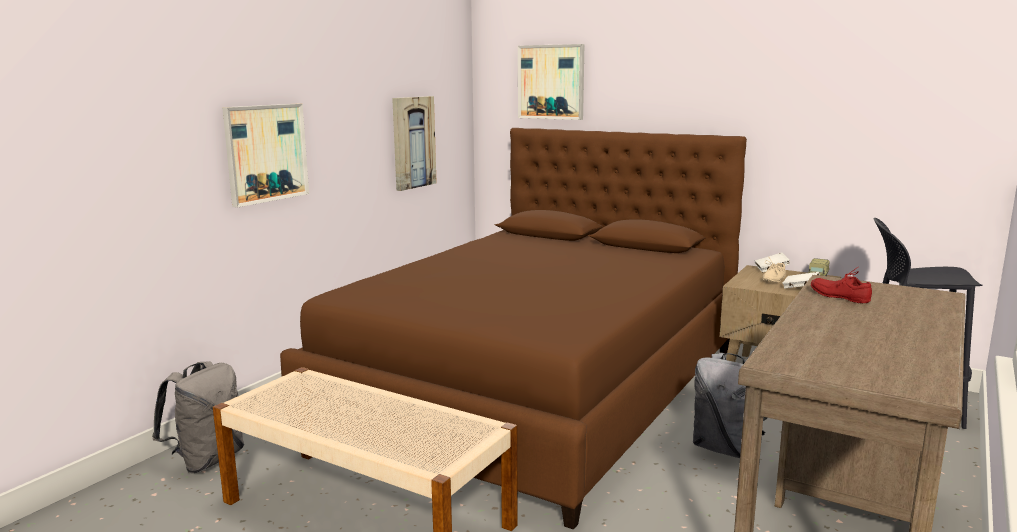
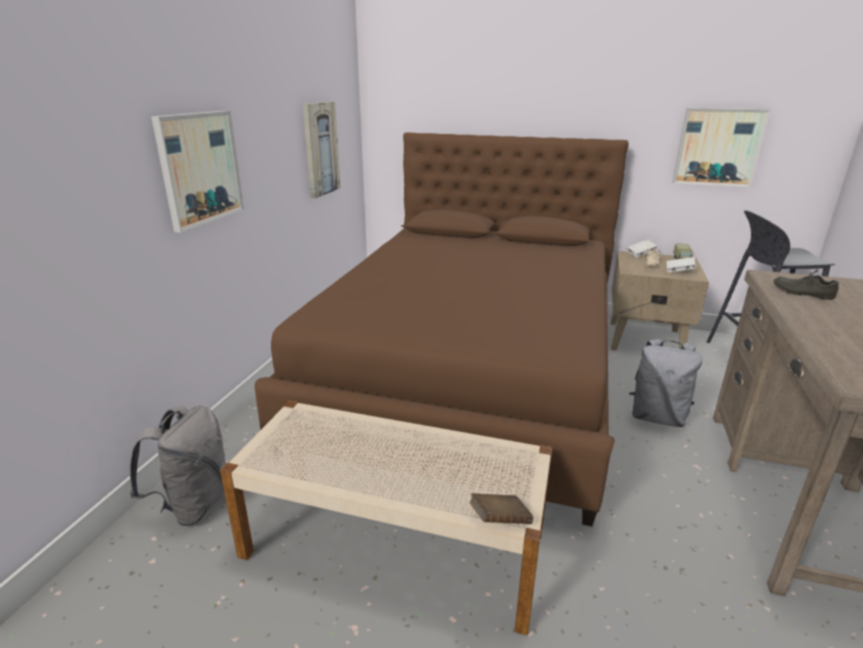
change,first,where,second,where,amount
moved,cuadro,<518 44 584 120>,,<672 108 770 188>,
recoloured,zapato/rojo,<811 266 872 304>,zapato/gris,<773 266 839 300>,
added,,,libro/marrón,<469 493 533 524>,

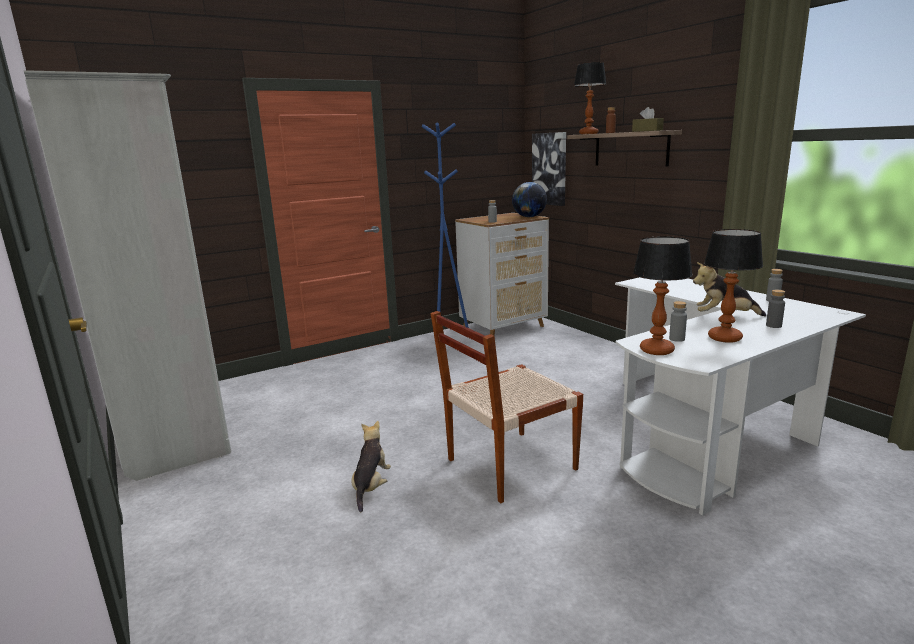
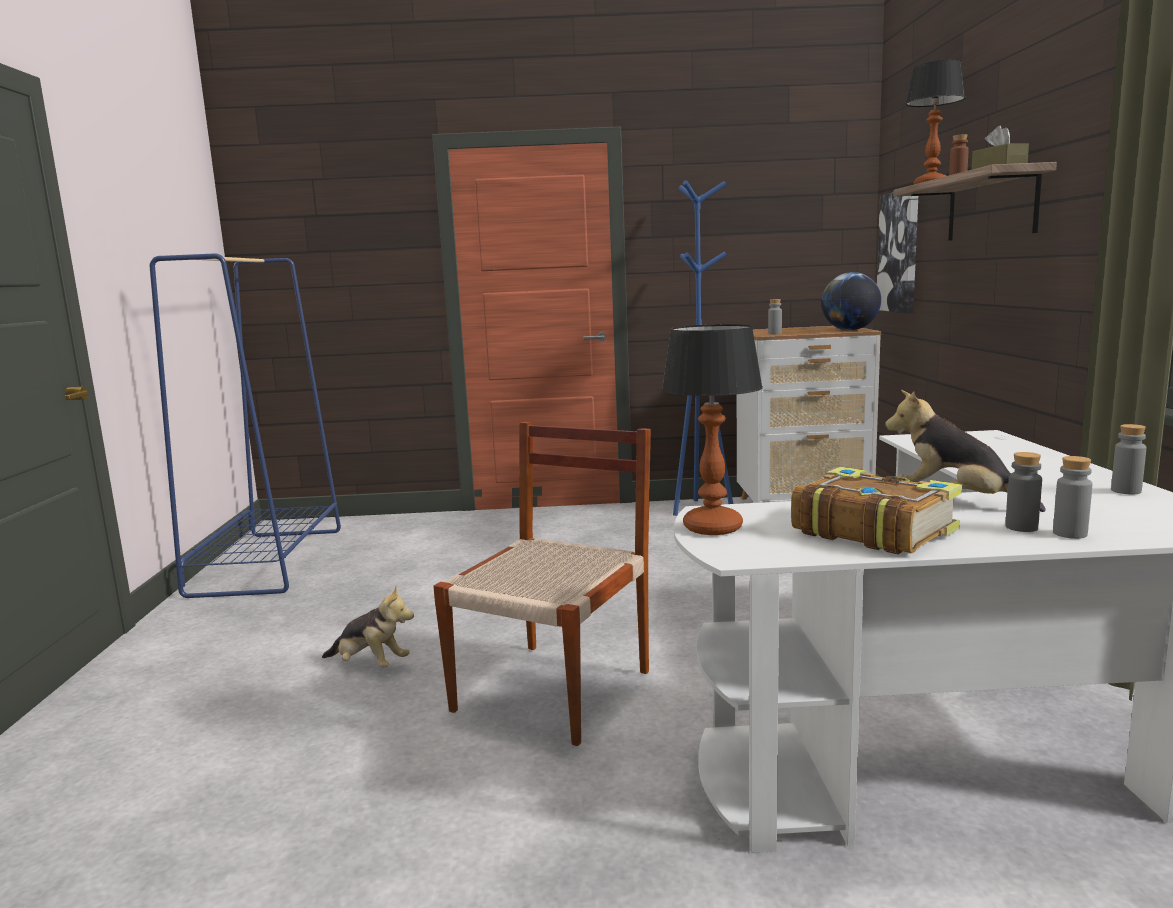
change,first,where,second,where,amount
replaced,armario ropero/blanco,<23 70 231 481>,perchero/azul,<149 253 341 598>,
turned,peluche,<351 421 391 513>,,<322 586 414 668>,75 degrees clockwise
turned,silla,<431 311 583 503>,,<433 422 651 746>,120 degrees clockwise
moved,botella/gris,<669 301 687 342>,,<1053 456 1092 539>,
replaced,lámpara de mesa,<704 229 763 343>,libro,<791 467 962 554>,

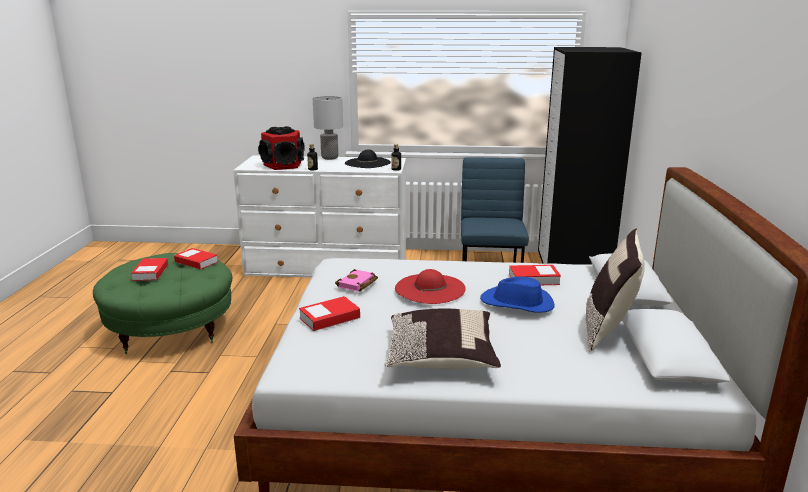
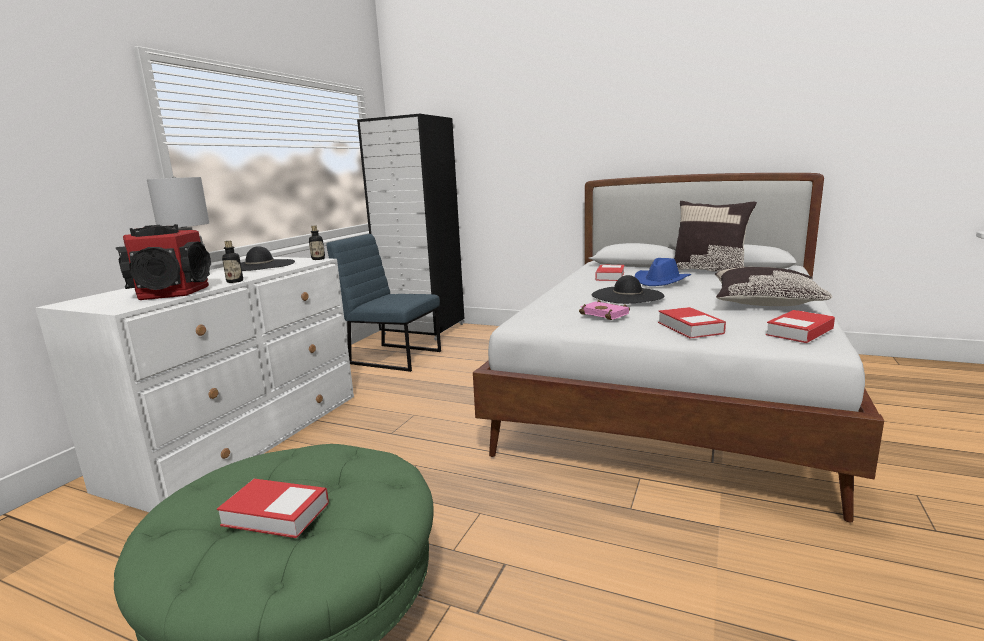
change,first,where,second,where,amount
moved,libro,<174 248 218 270>,,<766 310 835 343>,
recoloured,sombrero/rojo,<395 269 466 304>,sombrero/negro,<591 275 664 304>,

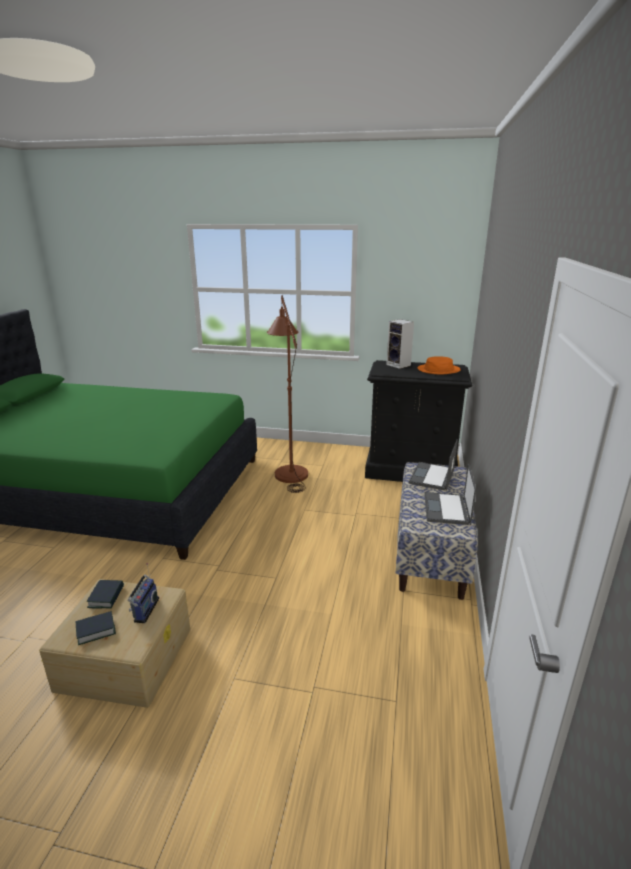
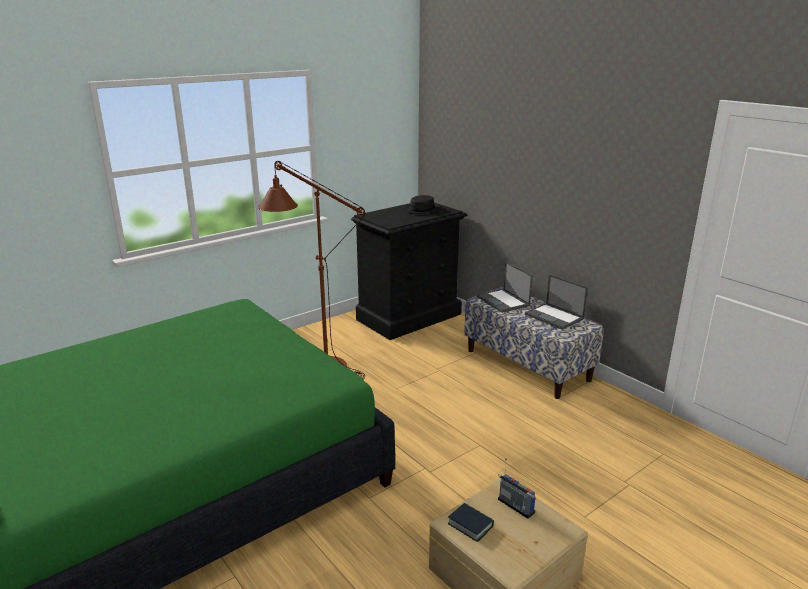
change,first,where,second,where,amount
removed,libro,<75 611 116 645>,,,
removed,altavoz,<386 319 414 369>,,,
recoloured,sombrero/naranja,<417 356 461 374>,sombrero/negro,<403 195 441 214>,

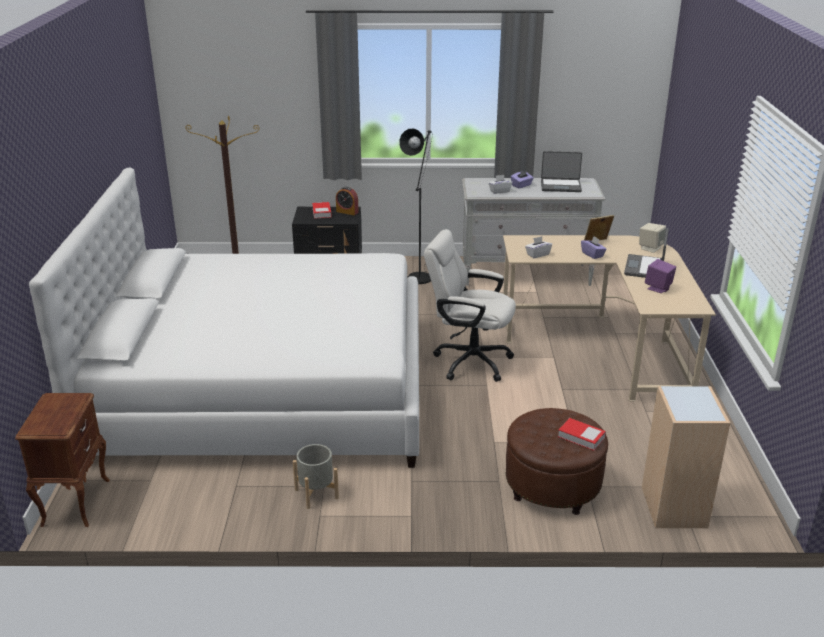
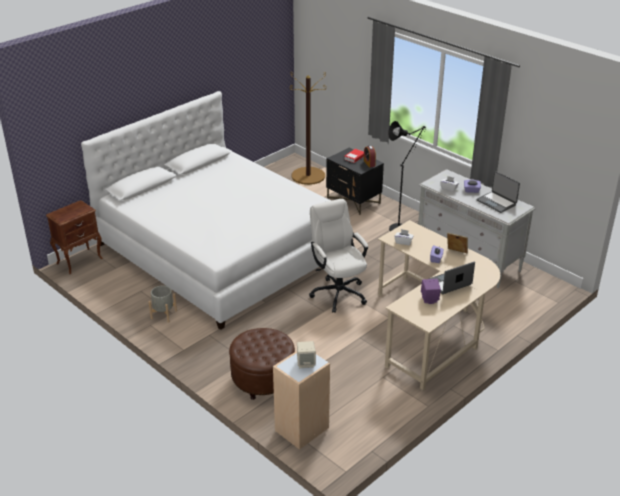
change,first,where,second,where,amount
removed,libro,<558 418 606 451>,,,
moved,altavoz/beis,<639 223 666 253>,,<297 341 316 368>,

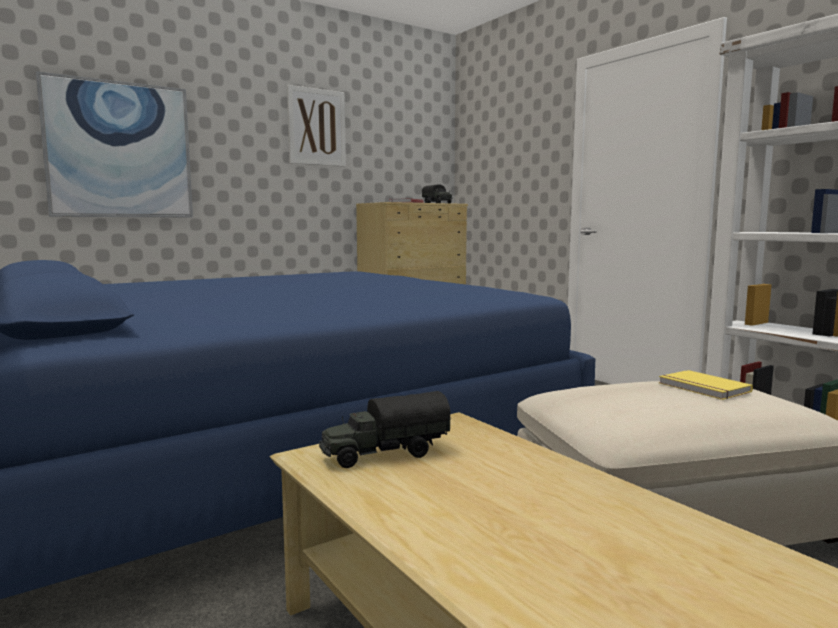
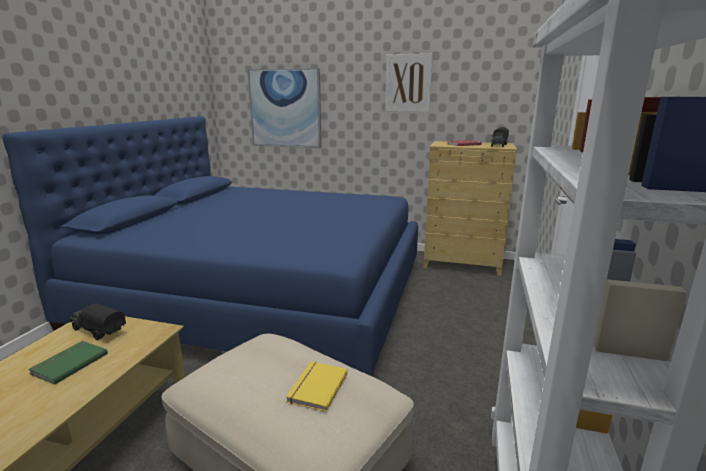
change,first,where,second,where,amount
added,,,libro/verde,<28 341 108 385>,

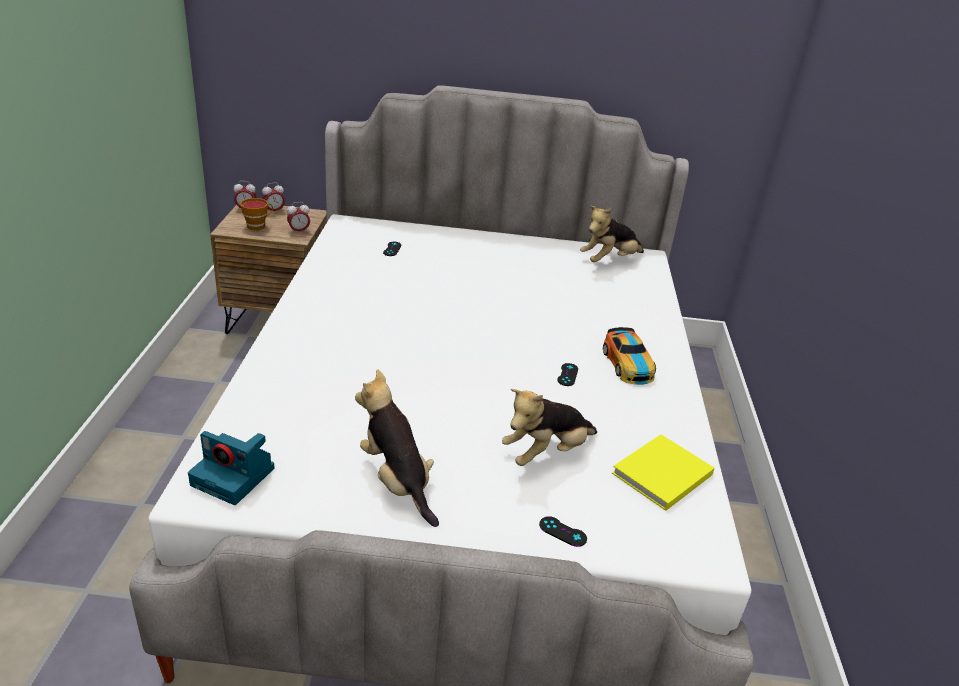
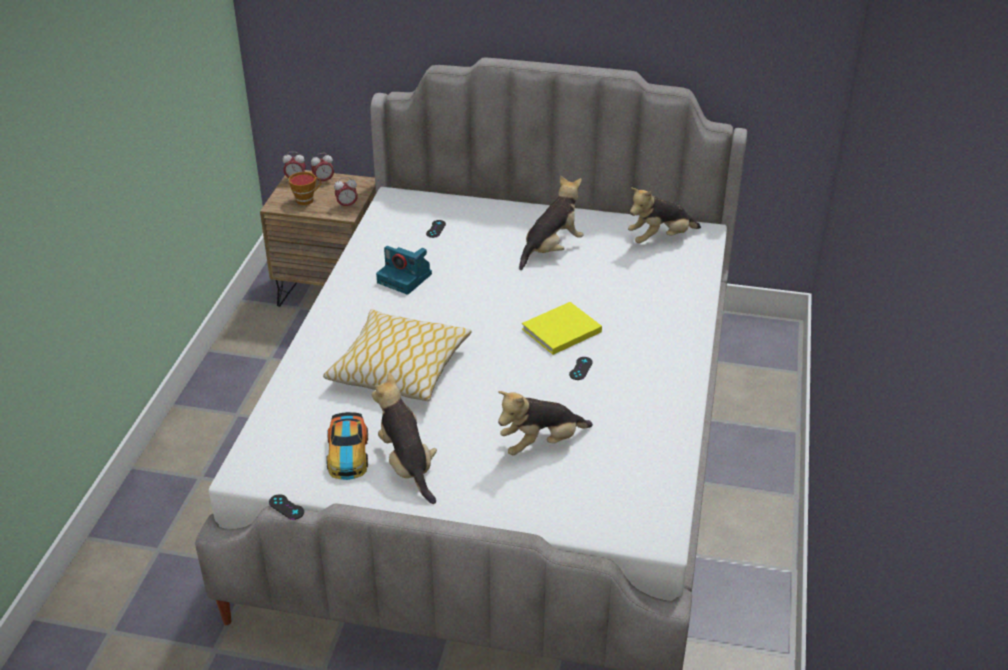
change,first,where,second,where,amount
moved,cámara,<188 431 275 505>,,<376 246 432 295>,
moved,mando de consola/negro,<539 516 587 547>,,<269 494 304 520>,
moved,coche de juguete,<603 327 656 385>,,<326 412 368 480>,
moved,libro/amarillo,<612 435 715 511>,,<522 302 602 355>,
added,,,cojín,<323 309 472 401>,
added,,,peluche,<519 175 584 270>,

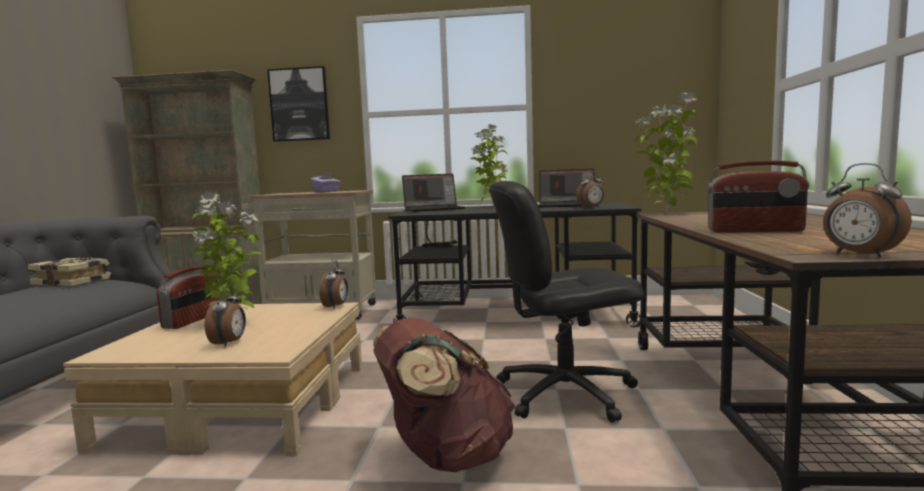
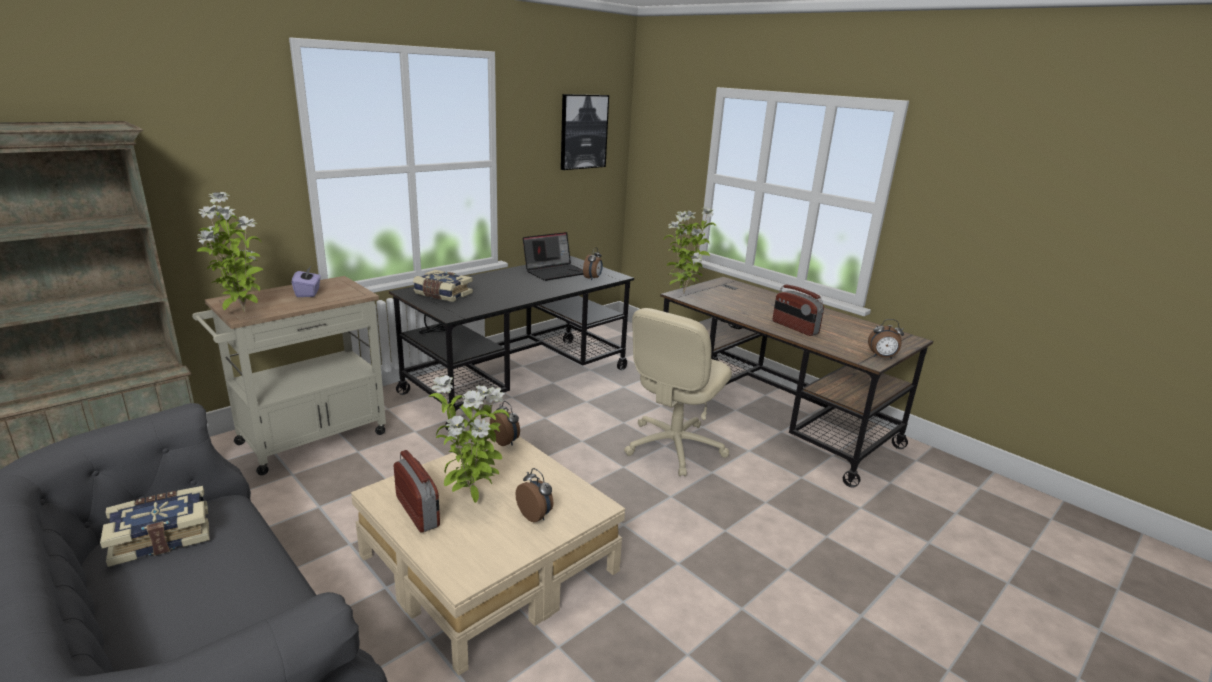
change,first,where,second,where,amount
moved,cuadro,<267 66 330 142>,,<561 94 609 170>,
removed,mochila/marrón,<373 318 516 472>,,,
replaced,portátil,<402 174 465 212>,libro,<413 270 473 302>,
moved,planta en maceta,<470 124 509 206>,,<197 192 263 312>,
recoloured,silla de oficina/negro,<489 181 644 423>,silla de oficina/beis,<624 308 732 476>,
turned,radio,<707 160 809 233>,,<773 284 824 336>,90 degrees clockwise

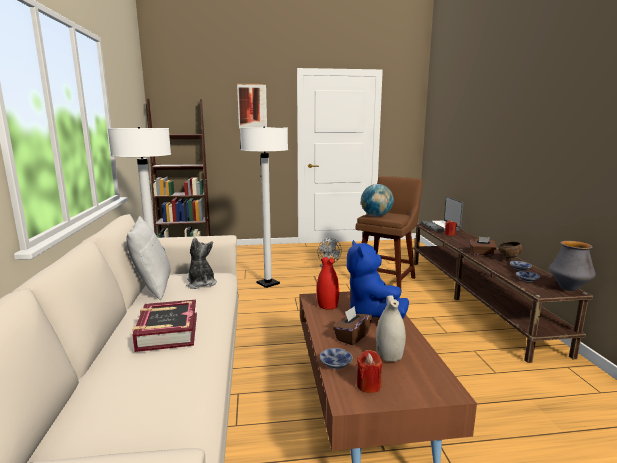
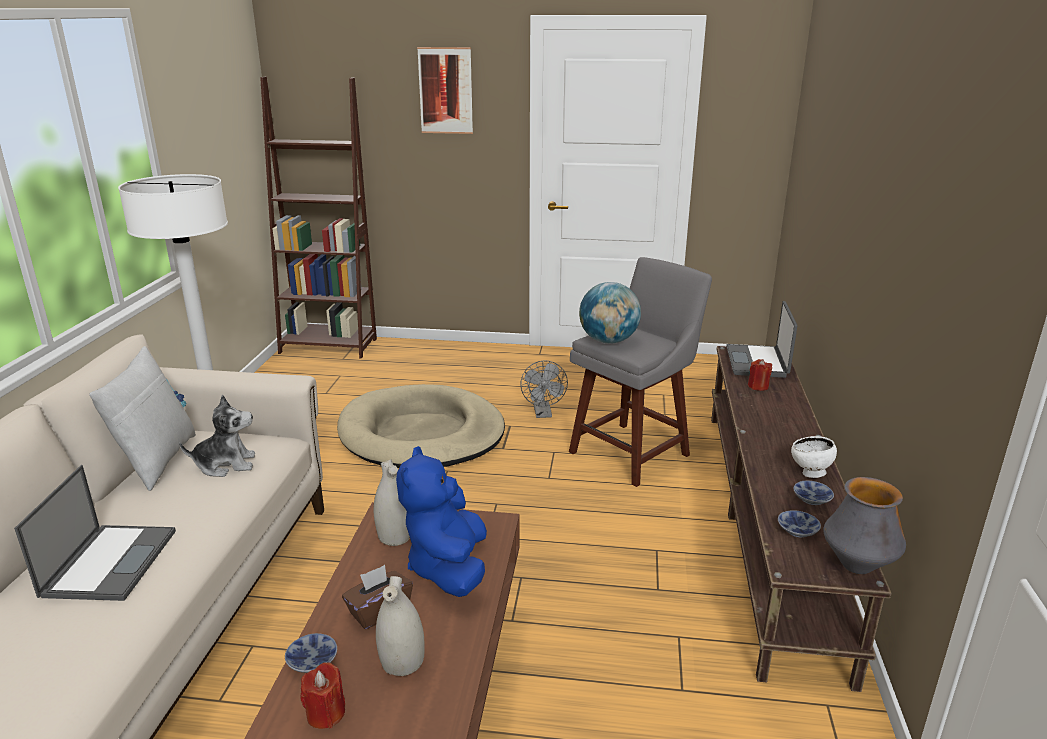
change,first,where,second,where,amount
replaced,libro,<133 300 197 352>,portátil,<14 465 176 601>,
turned,peluche,<186 237 217 289>,,<179 395 255 477>,90 degrees clockwise
replaced,lámpara de pie/blanco,<240 127 288 288>,cama para perro/beis,<337 384 505 468>,
recoloured,florero/rojo,<316 256 339 310>,florero/blanco,<373 459 410 546>,
recoloured,taburete/marrón,<356 176 423 289>,taburete/gris,<569 257 712 487>,
removed,caja de pañuelos/marrón,<470 237 497 255>,,,
recoloured,cuenco/marrón,<498 241 522 261>,cuenco/blanco,<791 436 837 478>,

